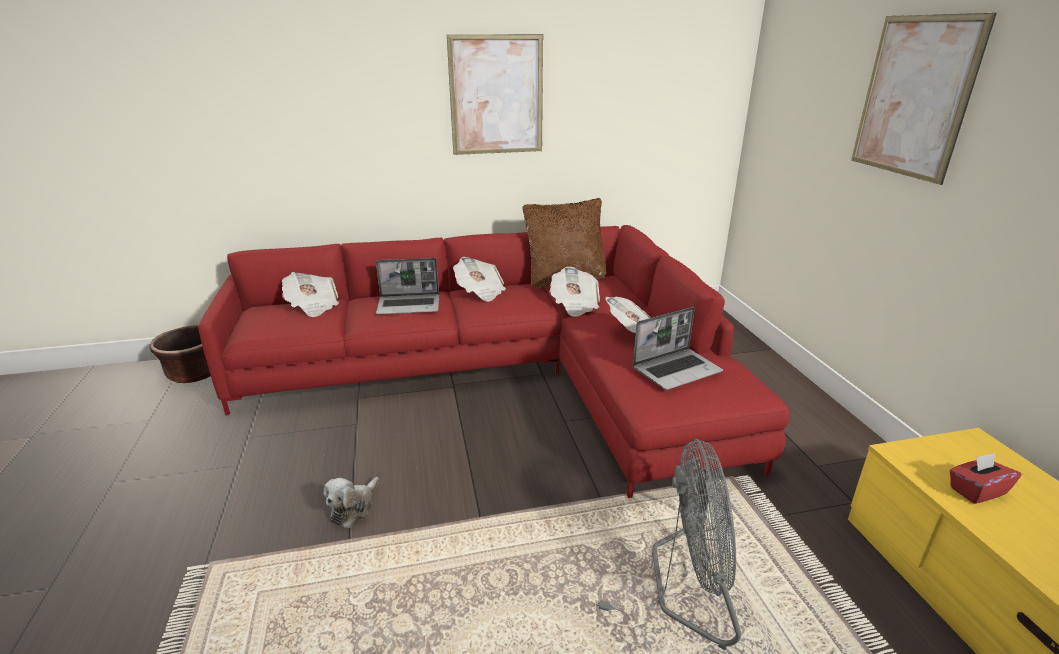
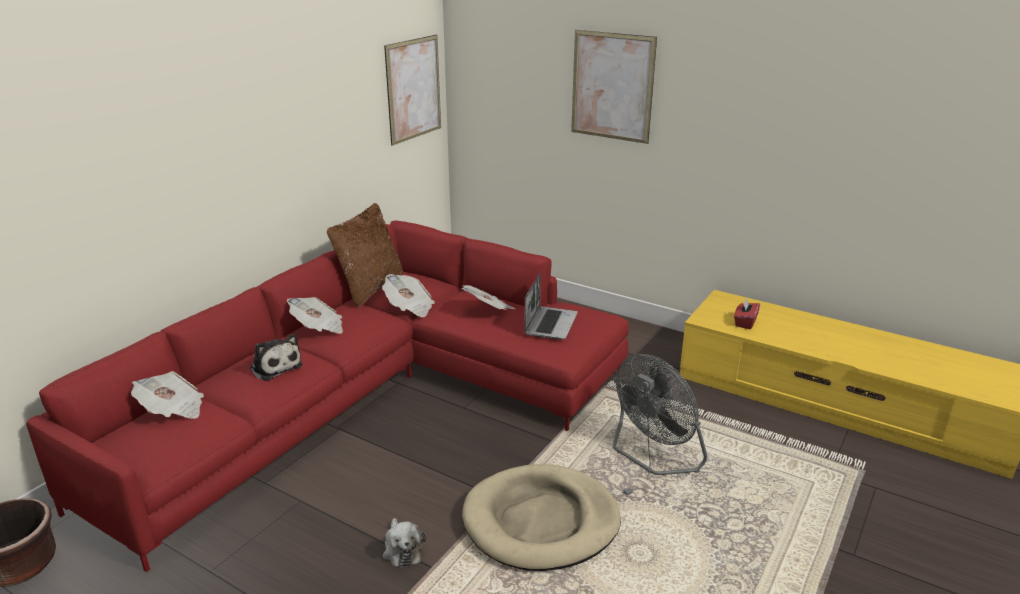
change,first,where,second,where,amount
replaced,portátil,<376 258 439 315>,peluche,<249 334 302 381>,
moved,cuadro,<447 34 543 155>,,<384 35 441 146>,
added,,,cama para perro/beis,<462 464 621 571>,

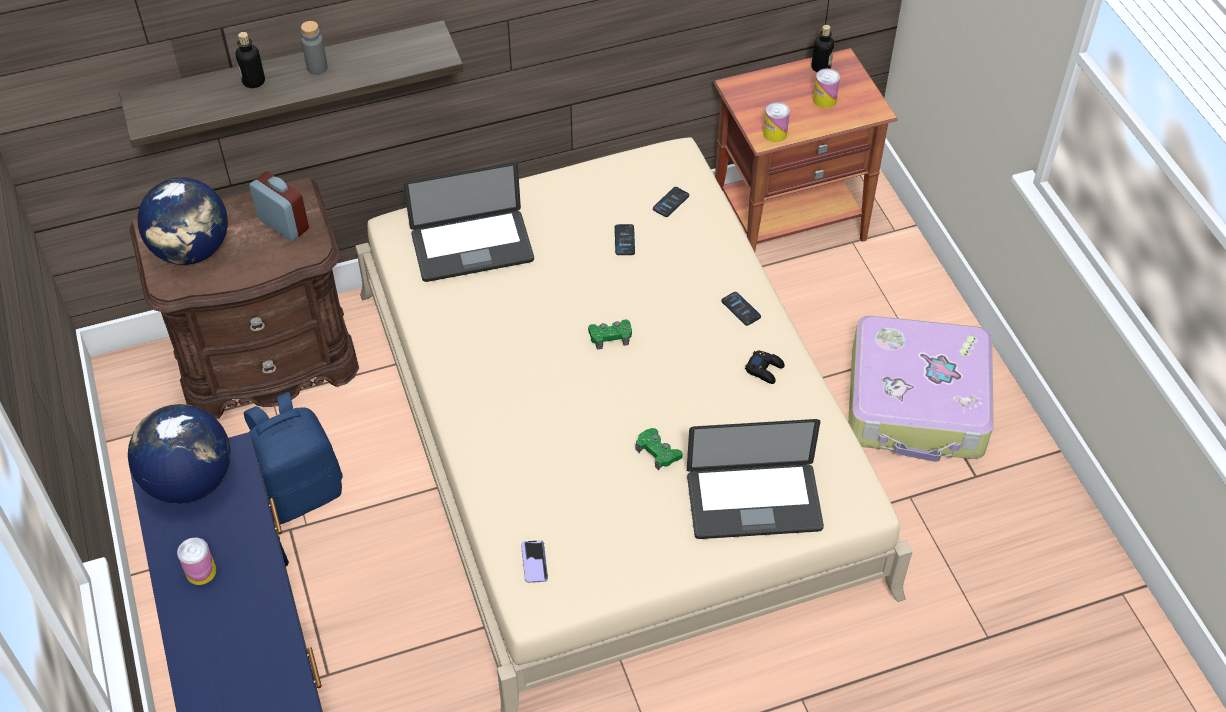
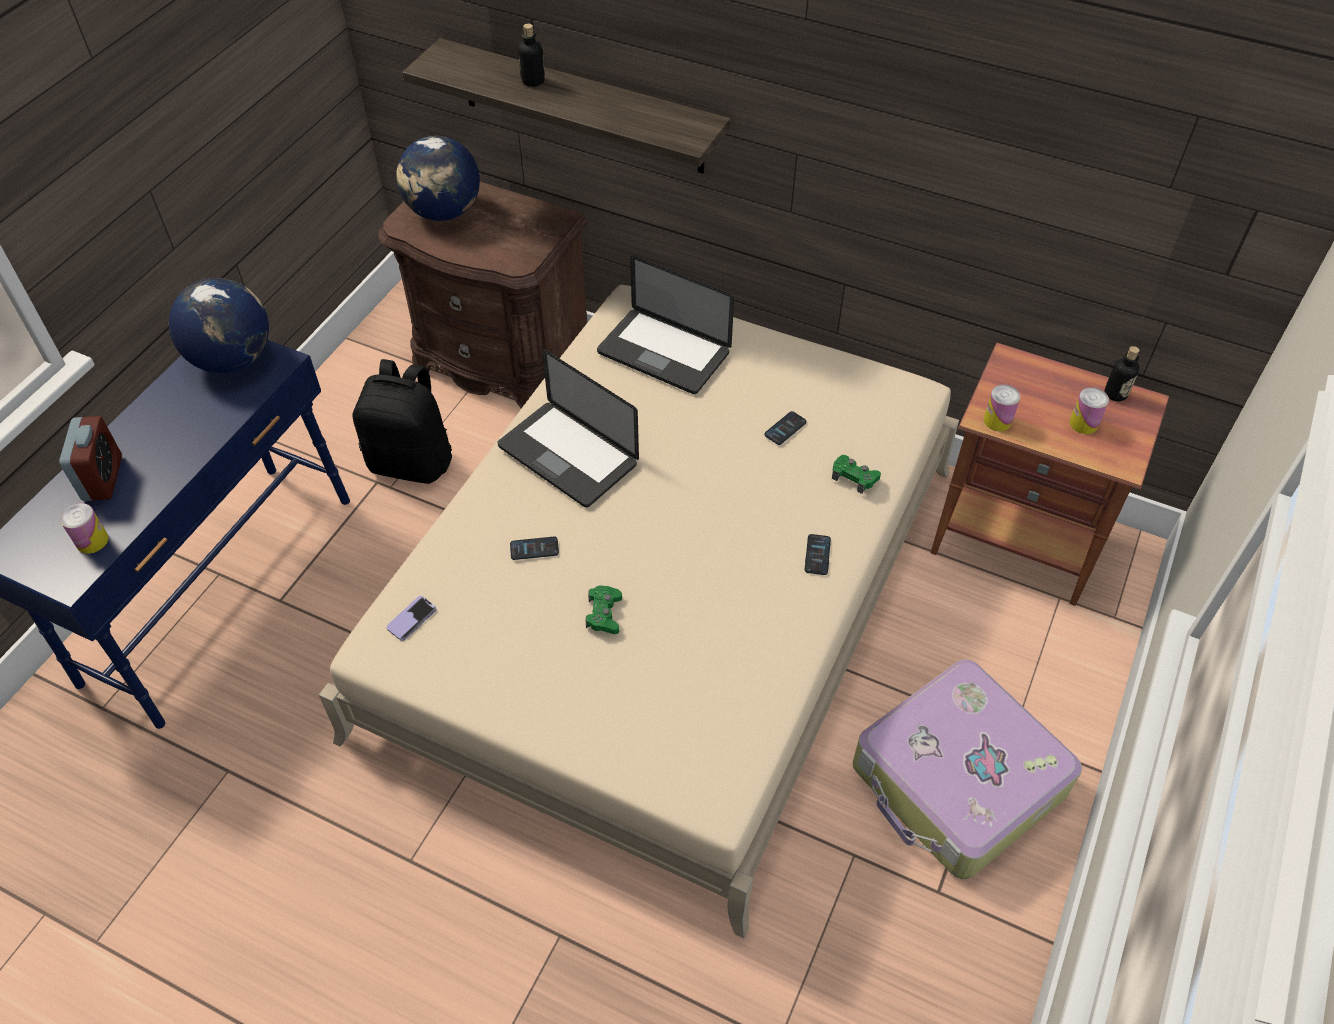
change,first,where,second,where,amount
moved,lata,<177 537 217 585>,,<60 503 109 554>,
recoloured,mochila/azul,<244 392 343 524>,mochila/negro,<352 359 452 484>,
moved,despertador,<249 172 309 241>,,<59 416 122 501>,
removed,botella/gris,<301 21 328 75>,,,
moved,mando de consola/verde,<588 320 632 349>,,<832 455 881 494>,
moved,móvil,<653 187 689 217>,,<510 537 559 560>,
moved,portátil,<687 419 824 539>,,<498 349 639 508>,
removed,mando de consola/negro,<745 351 784 384>,,,

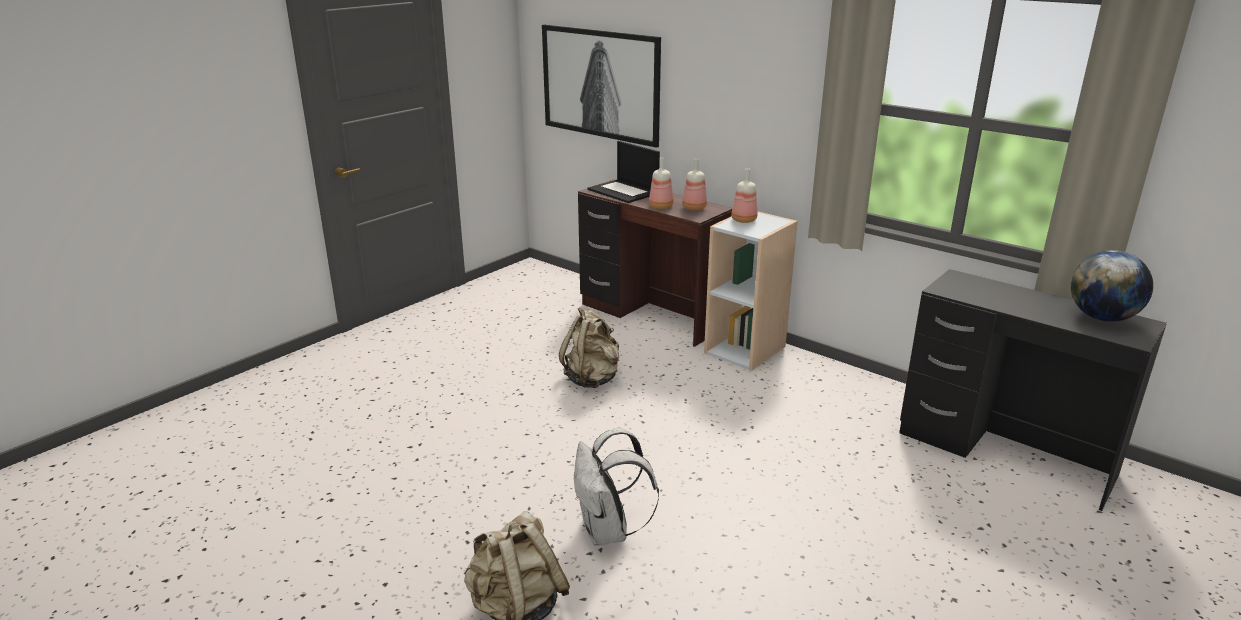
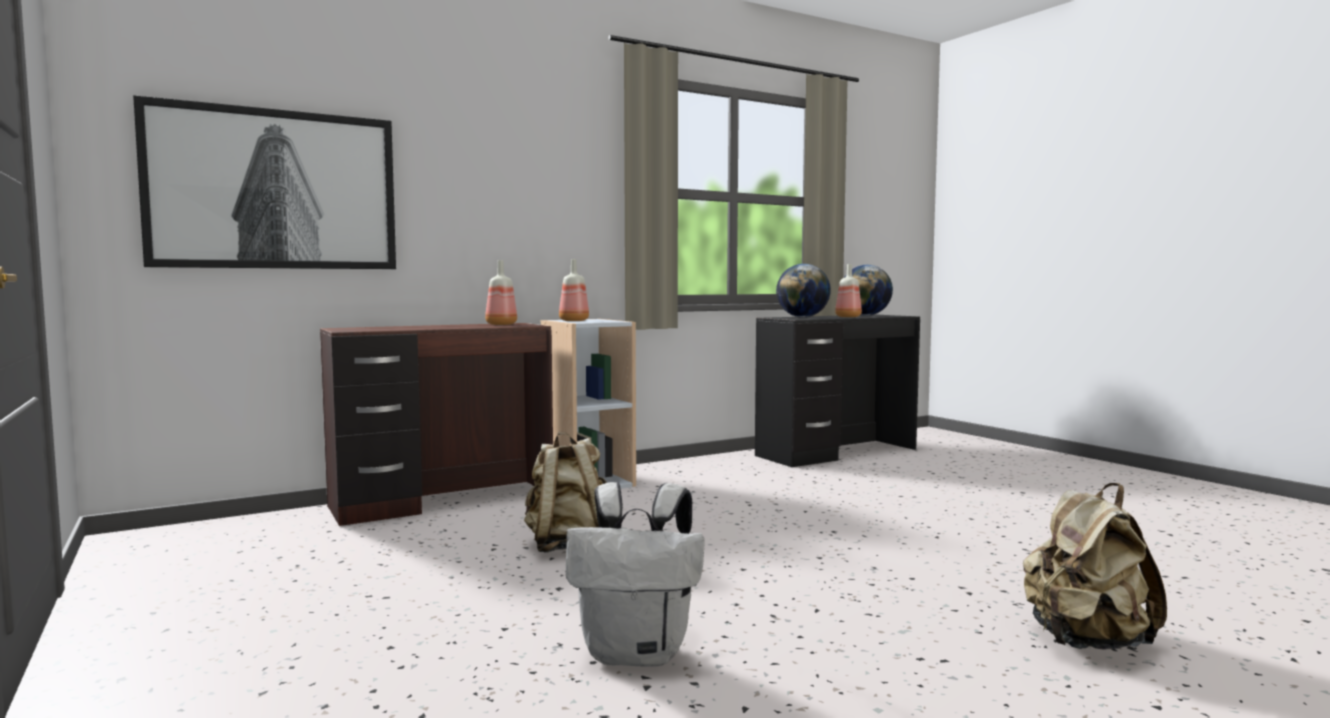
change,first,where,second,where,amount
moved,mochila/blanco,<574 428 659 546>,,<566 482 705 667>,
removed,portátil,<588 141 660 203>,,,
moved,botella,<649 157 674 209>,,<835 264 862 318>,
added,,,globo terráqueo,<776 264 831 317>,

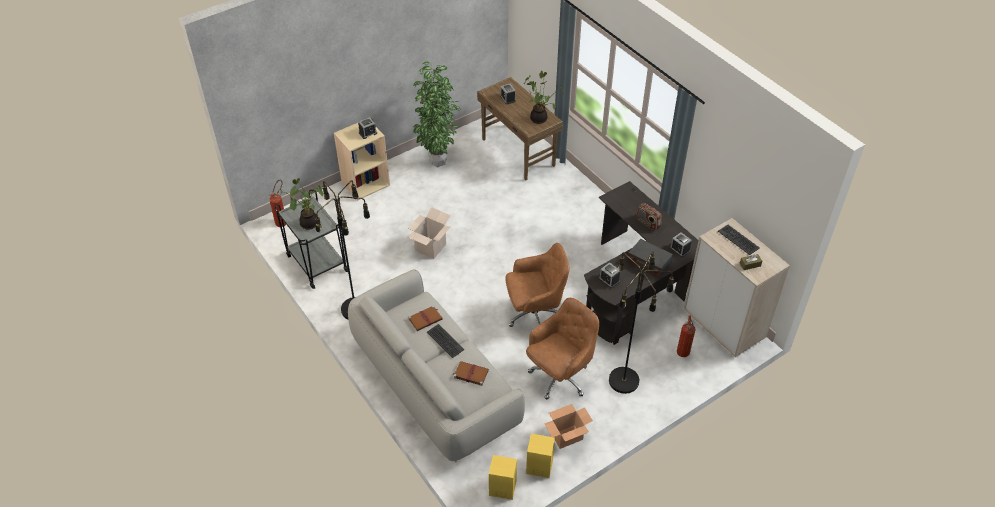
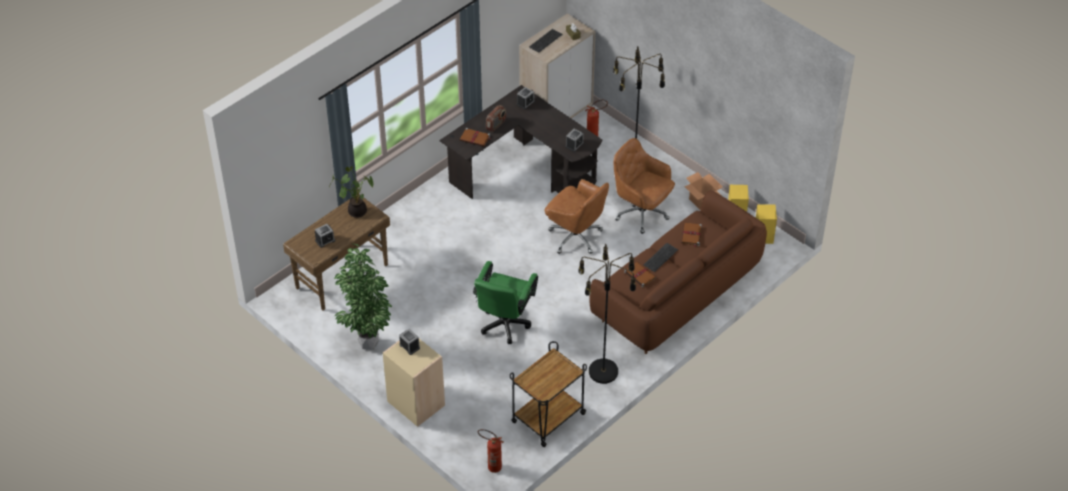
change,first,where,second,where,amount
recoloured,carrito/gris,<274 190 348 289>,carrito/marrón,<510 341 587 447>,
removed,planta en maceta,<278 178 323 230>,,,
recoloured,sofá/gris,<348 269 525 462>,sofá/marrón,<589 190 767 354>,
replaced,caja de cartón,<408 207 450 259>,silla de oficina/verde,<473 261 538 344>,
turned,silla de oficina/marrón,<505 243 570 327>,,<544 179 609 254>,150 degrees clockwise
removed,radio,<626 239 673 278>,,,
added,,,libro/marrón,<460 128 491 147>,

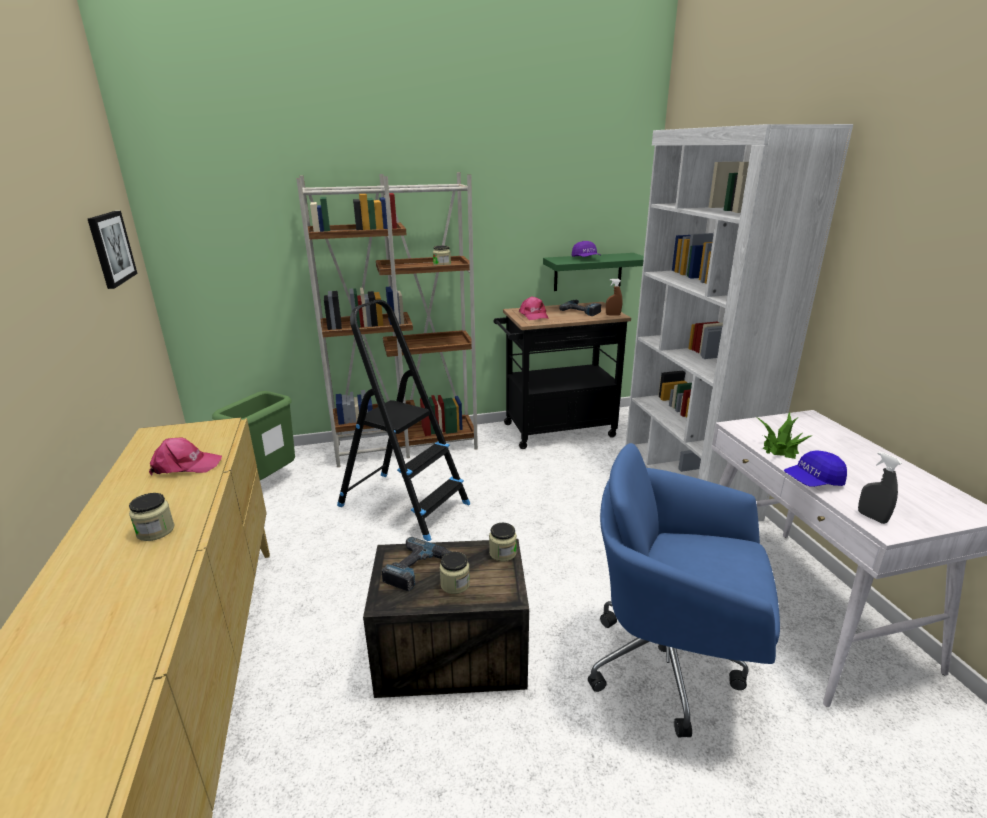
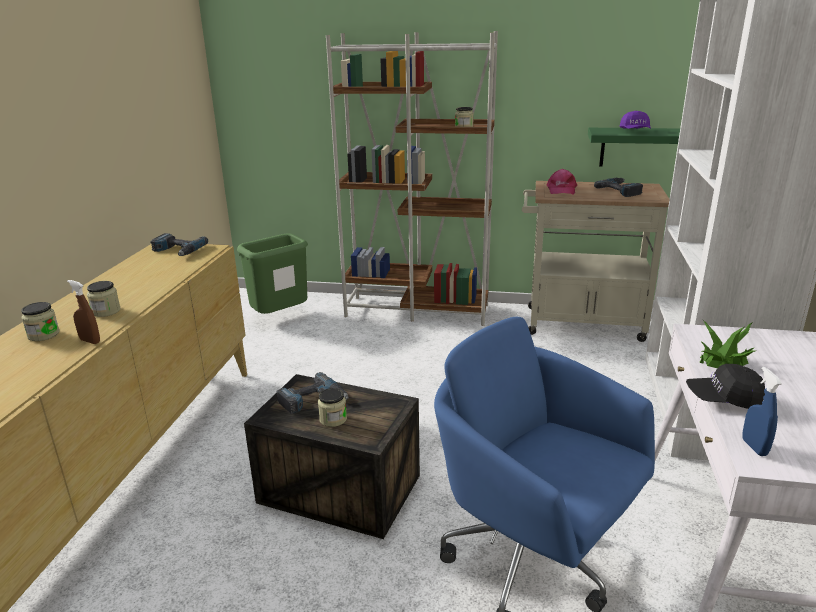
change,first,where,second,where,amount
removed,cuadro,<88 211 138 289>,,,
removed,gorra/rosa,<149 438 222 476>,,,
removed,escalera de tijera/negro,<337 300 470 541>,,,
moved,tarro,<489 523 517 562>,,<21 302 60 341>,
recoloured,carrito/negro,<494 302 631 449>,carrito/beis,<522 181 669 342>,
moved,pulverizador/marrón,<606 279 622 316>,,<67 280 100 344>,
recoloured,gorra/azul,<784 450 847 487>,gorra/negro,<686 364 765 409>,
recoloured,pulverizador/gris,<858 451 902 524>,pulverizador/azul,<742 367 782 456>,
added,,,taladro,<150 233 208 256>,

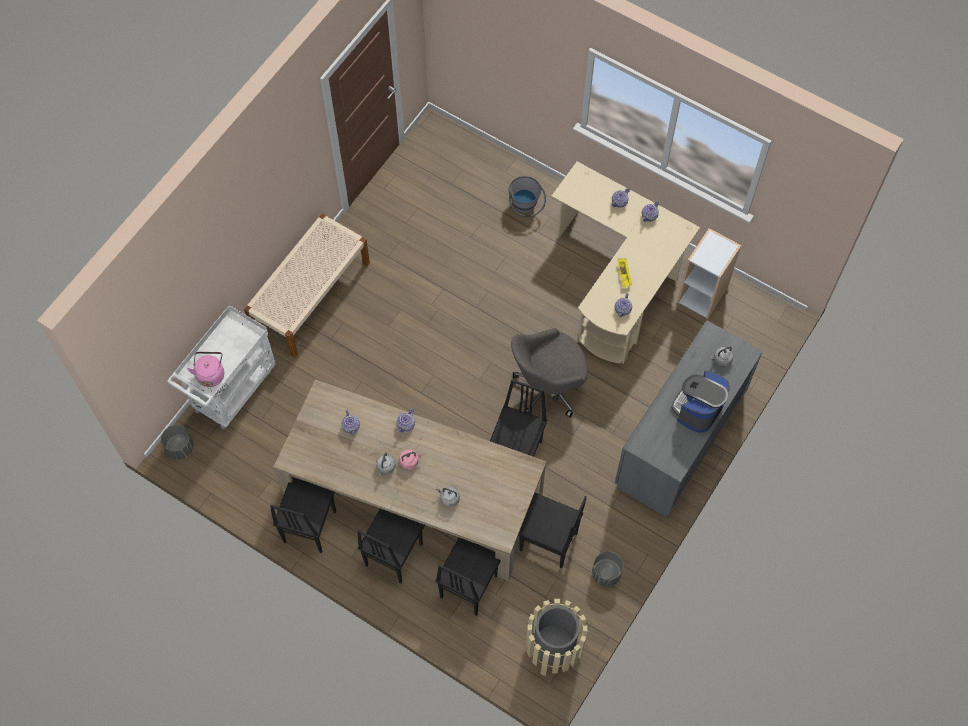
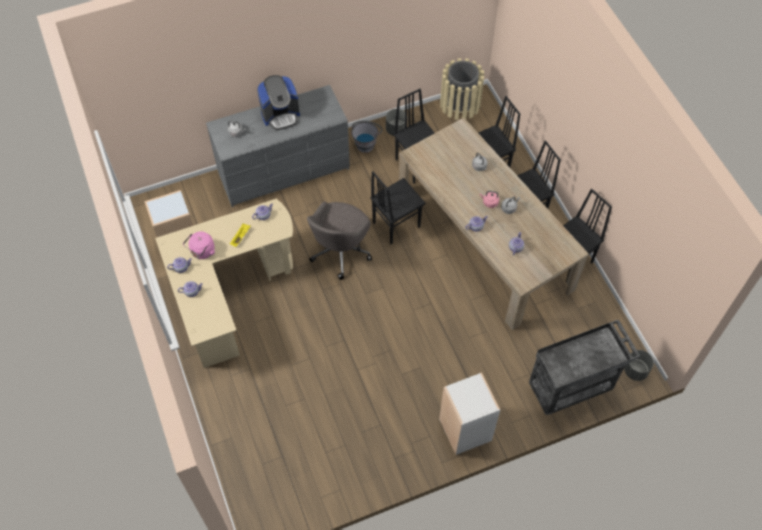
change,first,where,second,where,amount
recoloured,carrito/blanco,<168 306 276 430>,carrito/negro,<529 320 640 415>,
moved,hervidor/rosa,<187 352 224 387>,,<183 231 215 259>,
replaced,banco/beis,<244 213 370 358>,estantería,<439 373 500 455>,
moved,cubo/gris,<509 176 546 217>,,<351 121 382 153>,
turned,silla de oficina/gris,<511 328 588 418>,,<307 202 372 280>,105 degrees clockwise

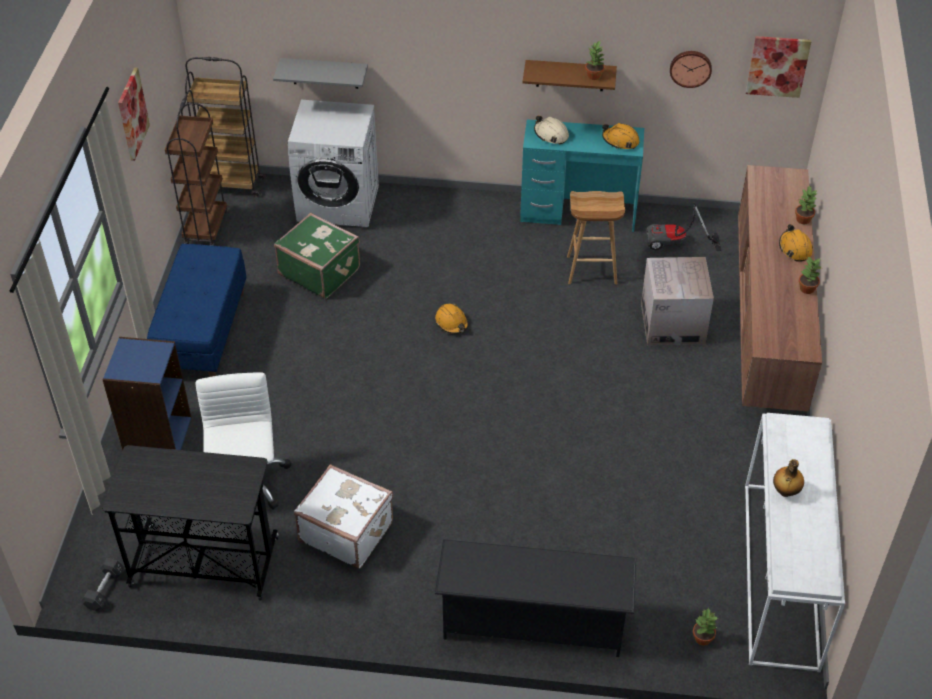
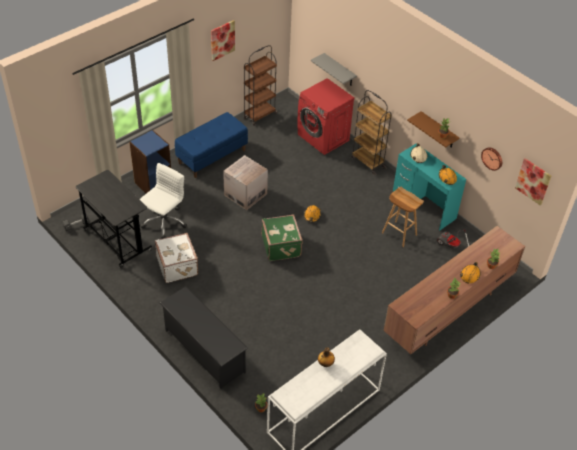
change,first,where,second,where,amount
moved,carrito/marrón,<185 57 267 197>,,<352 90 392 175>,
moved,maleta/verde,<274 213 360 299>,,<262 214 303 261>,
recoloured,lavadora/blanco,<288 100 379 227>,lavadora/rojo,<298 78 355 155>,
moved,caja de cartón,<641 257 714 345>,,<223 155 268 210>,

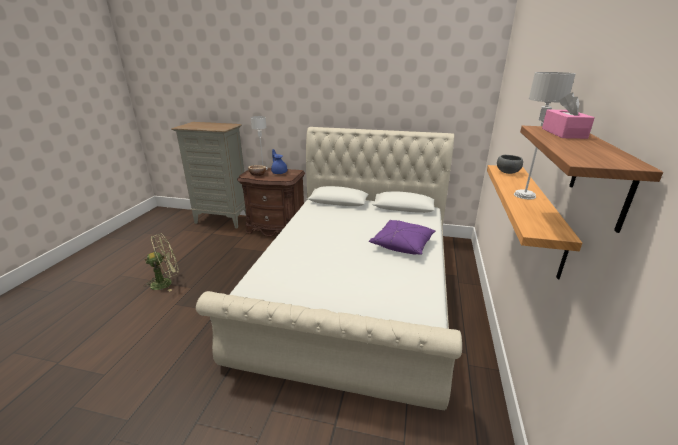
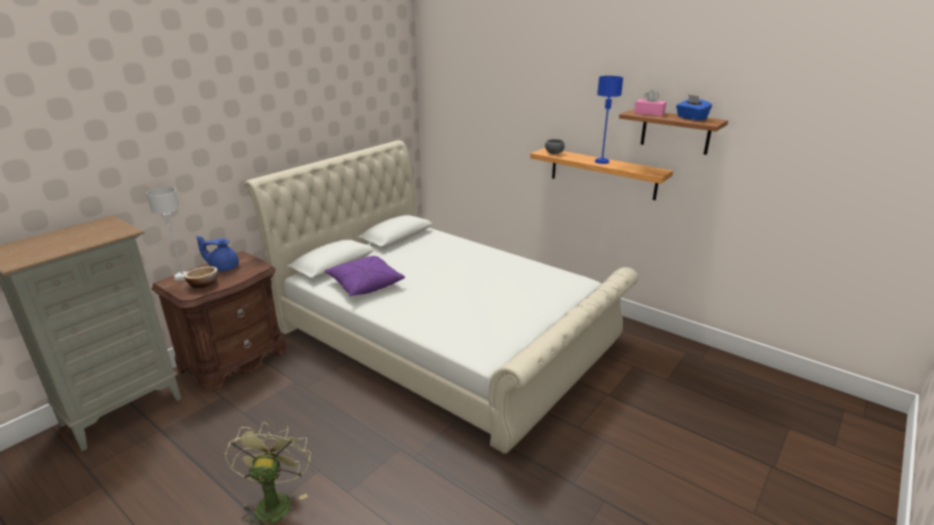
change,first,where,second,where,amount
moved,cojín/morado,<369 220 436 255>,,<325 256 405 296>,
recoloured,lámpara de mesa/gris,<514 72 576 199>,lámpara de mesa/azul,<595 76 623 164>,
added,,,caja de pañuelos/azul,<676 94 712 121>,

